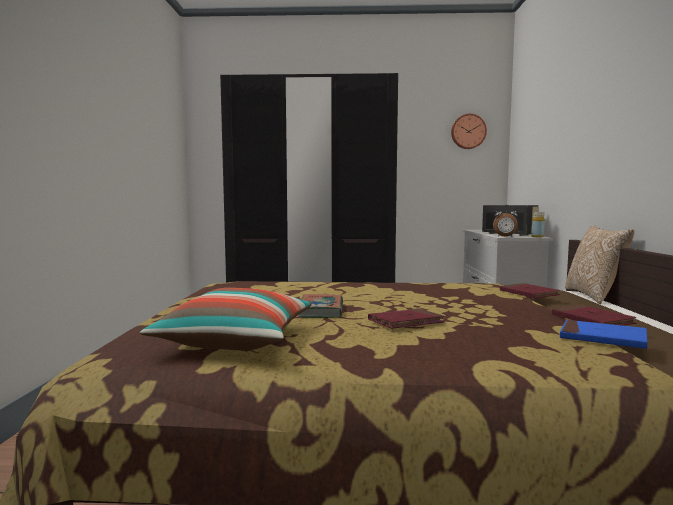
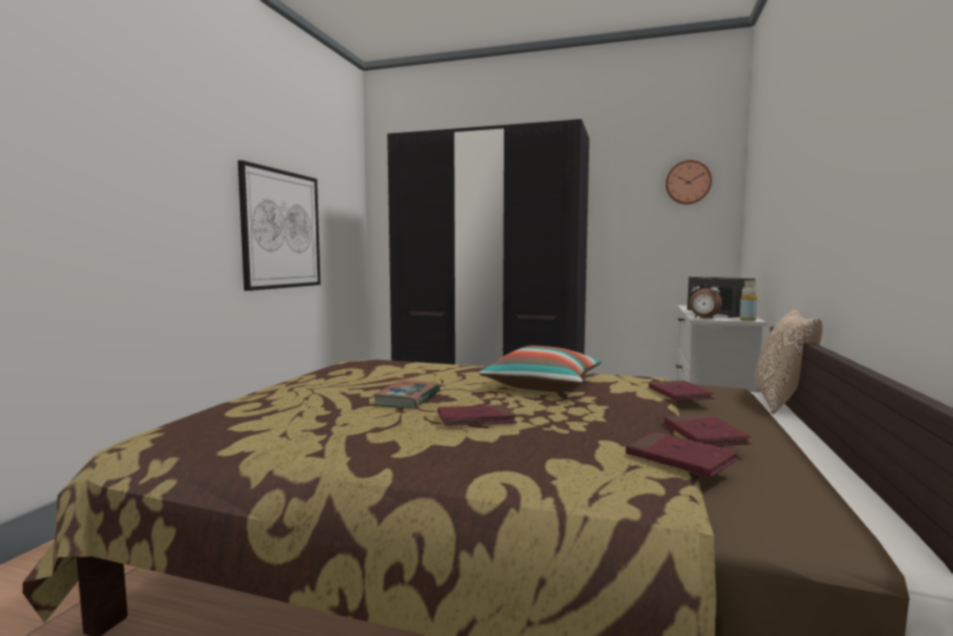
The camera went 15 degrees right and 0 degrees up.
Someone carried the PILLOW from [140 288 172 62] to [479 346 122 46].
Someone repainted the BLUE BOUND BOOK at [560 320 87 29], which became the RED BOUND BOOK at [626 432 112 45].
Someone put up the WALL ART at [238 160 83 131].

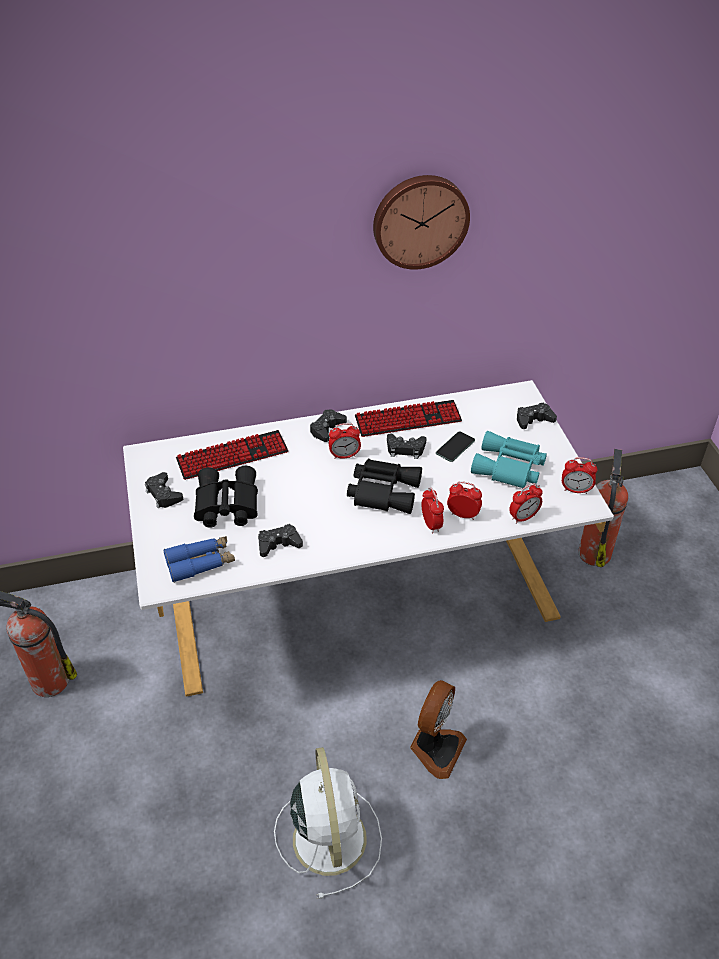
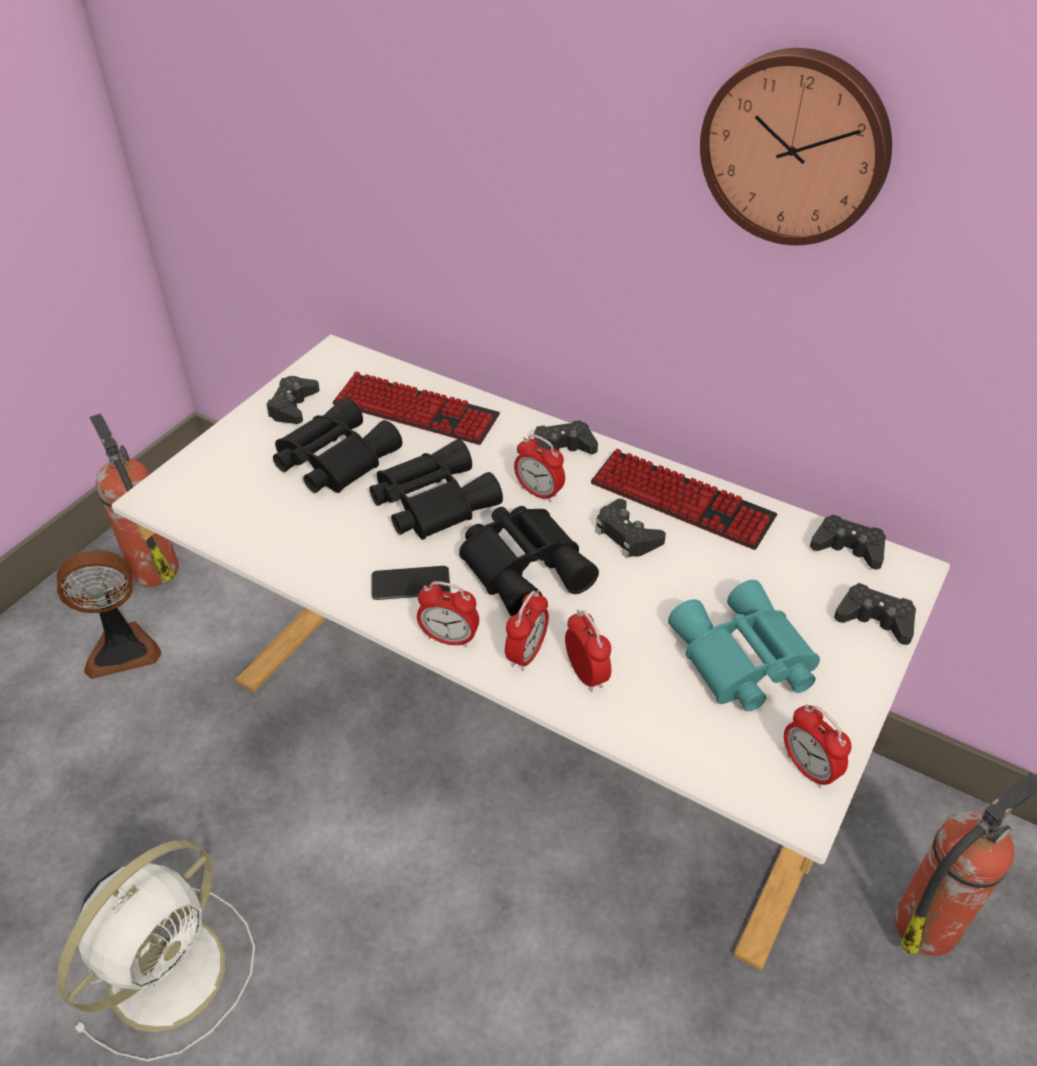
The camera went 45 degrees right and 0 degrees up.
Someone carried the TELEPHONE from [436 431 39 31] to [371 566 79 34].
Someone carried the ALARM CLOCK from [509 483 34 41] to [417 581 62 66].
Someone carried the BLACK GAMEPAD from [258 524 45 33] to [810 514 76 56].
Someone took away the BLUE BINOCULARS at [163 536 72 46].
Someone carried the COOLING FAN from [410 680 57 99] to [57 550 104 129].
Someone put down the BLACK BINOCULARS at [369 439 134 101].

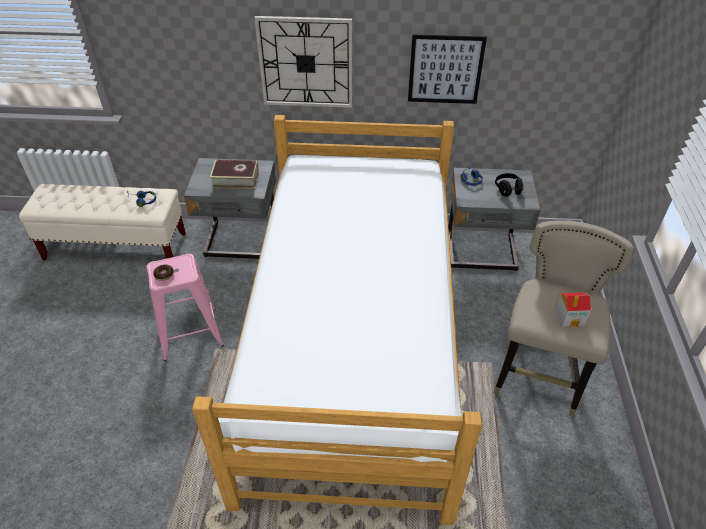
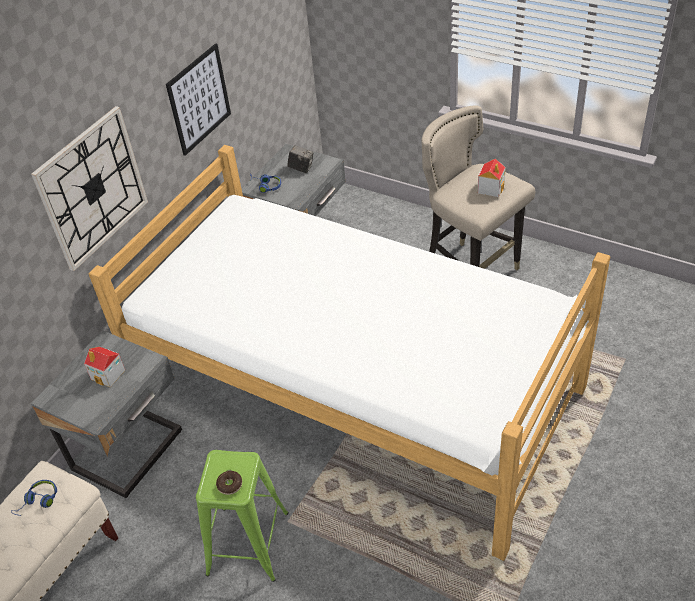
The camera went 60 degrees left and 0 degrees up.
Someone swapped the BOUND BOOK at [210 160 49 29] for the MODEL HOUSE at [84 347 41 40].
Someone swapped the BLACK HEADSET at [495 173 28 24] for the PHOTO CAMERA at [287 145 27 28].
Someone repainted the PINK STOOL SEAT at [147 254 77 107], which became the GREEN STOOL SEAT at [196 450 93 132].

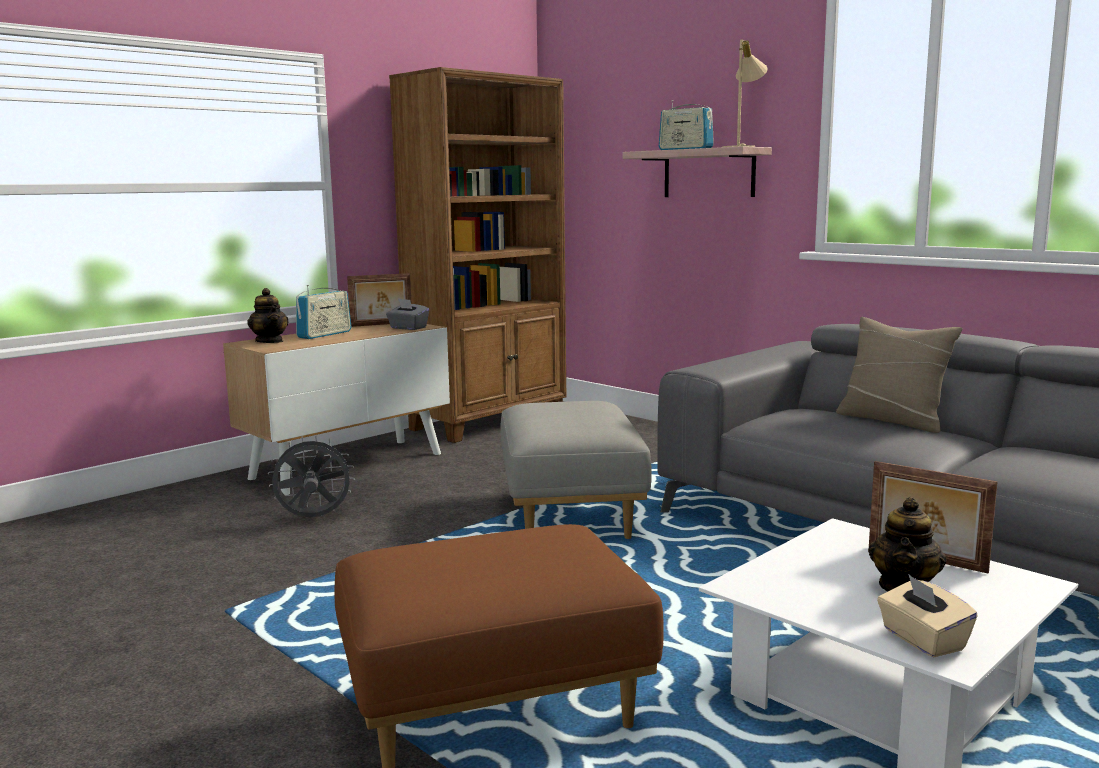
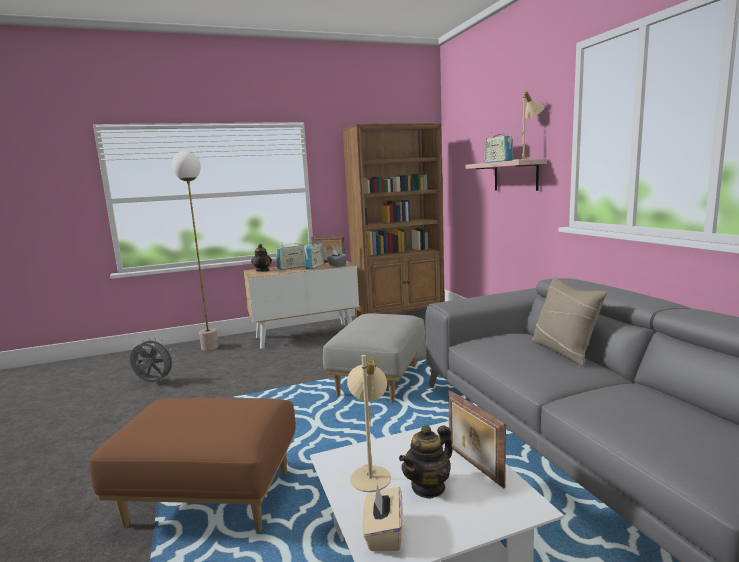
The camera went 25 degrees right and 0 degrees up.
Someone carried the GRAY COOLING FAN from [268 435 87 82] to [130 337 45 45].
Someone put down the STANDARD LAMP at [172 151 47 200].
Someone put down the RADIO SET at [304 243 20 26].
Someone put down the SAND-COLOURED TABLETOP LAMP at [347 355 44 137].

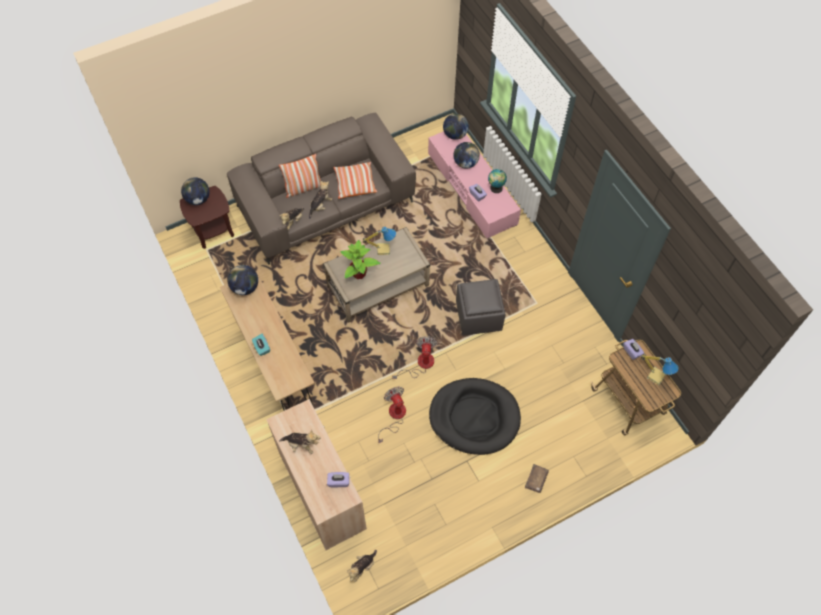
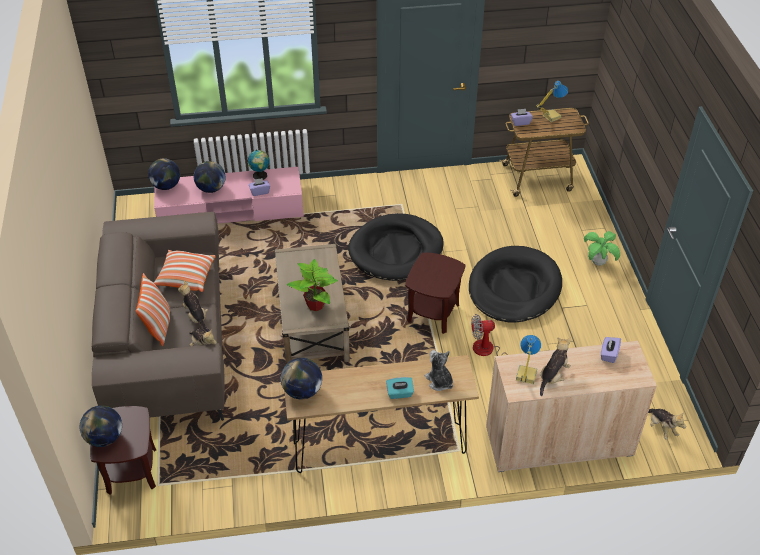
The camera went 70 degrees left and 15 degrees down.
Someone carried the TABLETOP LAMP from [363 227 33 28] to [516 335 25 50].
Someone swapped the GRAY POUFFE at [456 279 49 56] for the BLACK PET BED at [348 213 96 68].
Someone swapped the COOLING FAN at [392 336 45 43] for the BROWNISH END TABLE at [405 253 60 81].
Someone swapped the BROWNISH BOUND BOOK at [525 464 24 29] for the POTTED PLANT at [584 231 36 35].
Someone put down the SOFT TOY at [424 350 29 41].

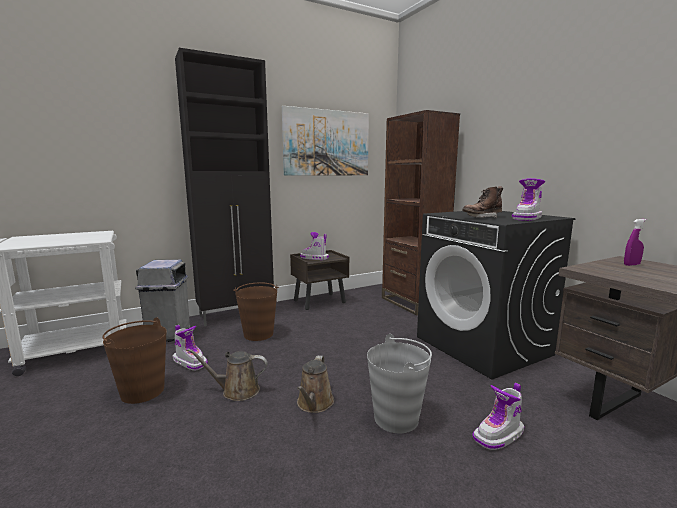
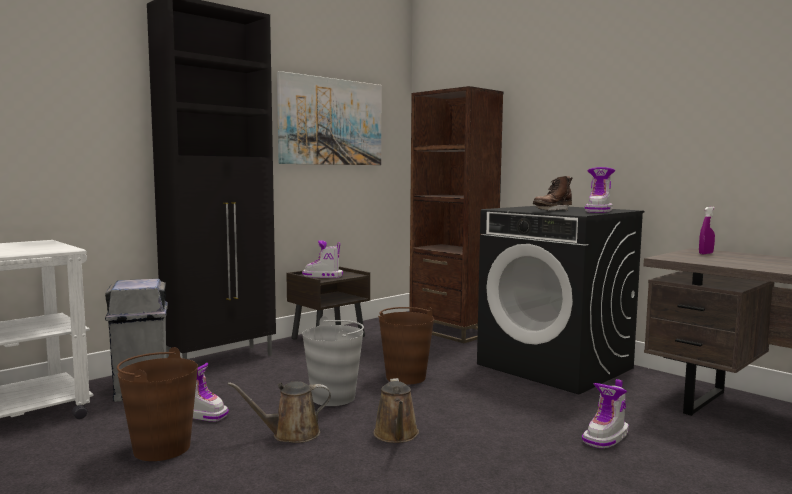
The camera went 15 degrees left and 5 degrees down.
Someone carried the BROWNISH PAIL from [233 283 46 58] to [378 307 56 78].
Someone carried the GRAY PAIL from [367 334 65 99] to [302 316 62 90].

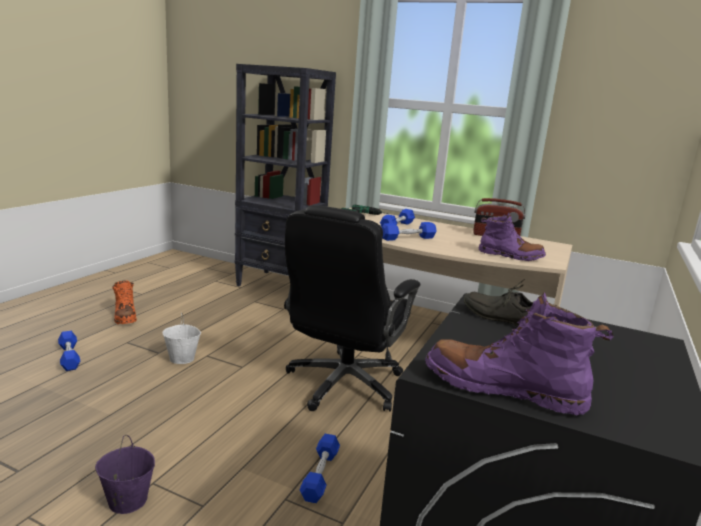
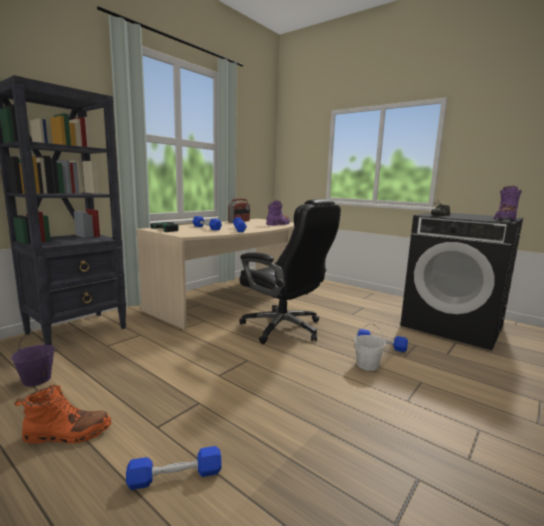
The camera went 75 degrees left and 5 degrees down.
Someone carried the WHITE-COLOURED PAIL from [162 312 39 52] to [354 324 32 47].
Someone carried the PURPLE PAIL from [95 435 60 79] to [11 333 44 53].

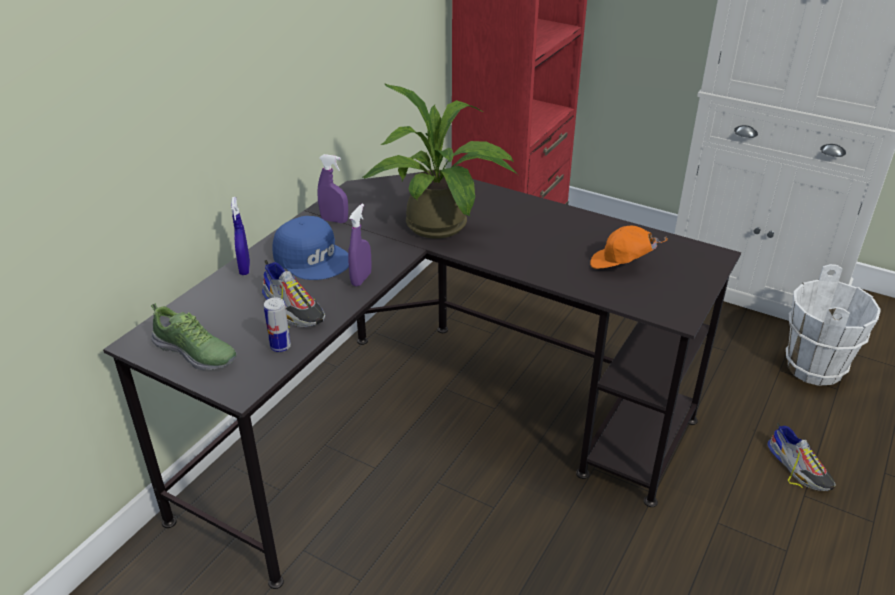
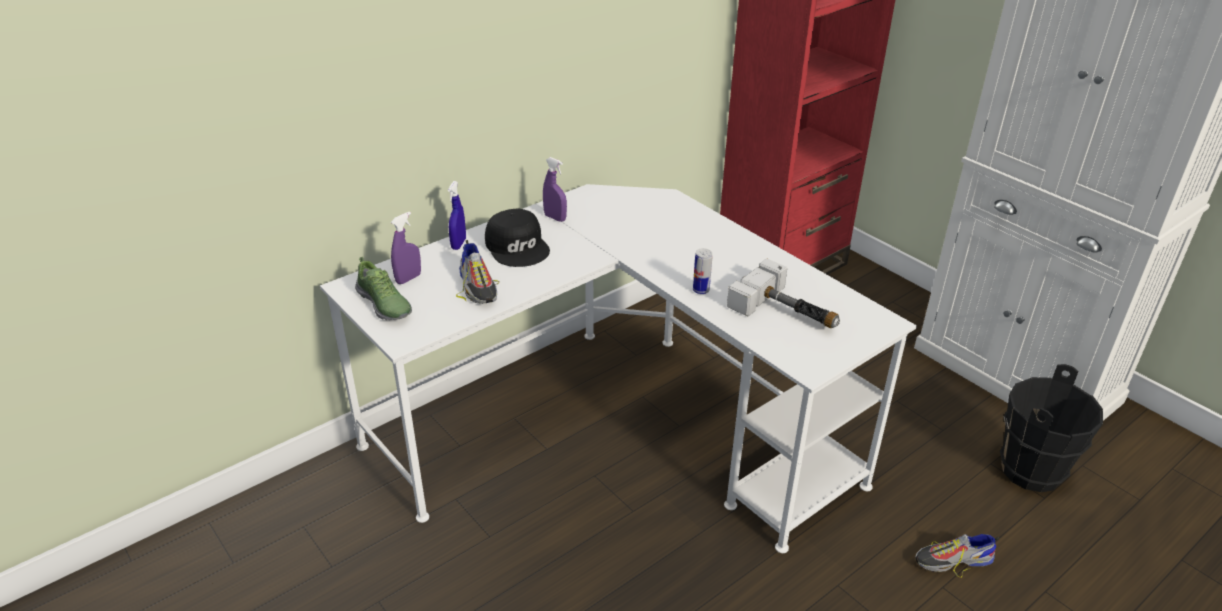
The camera went 20 degrees right and 0 degrees up.
Someone took away the POTTED PLANT at [363 83 155 156].
Someone repainted the BLACK DESK at [103 172 638 417], which became the WHITE-COLOURED DESK at [320 184 597 369].
Someone carried the PURPLE HAND SPRAYER from [348 204 24 83] to [391 211 30 73].
Someone repainted the BLUE PEAKED CAP at [272 216 77 64], which became the BLACK PEAKED CAP at [485 209 65 58].
Someone swapped the ORANGE PEAKED CAP at [590 226 78 43] for the HAMMER at [727 258 113 70].
Someone repainted the WHITE-COLOURED PAIL at [786 264 95 122], which became the BLACK PAIL at [1000 364 103 128].
Someone carried the SEALED CAN from [264 298 27 54] to [693 248 20 46].
Someone rotated the SHOE at [768 423 67 68] by 90 degrees clockwise.

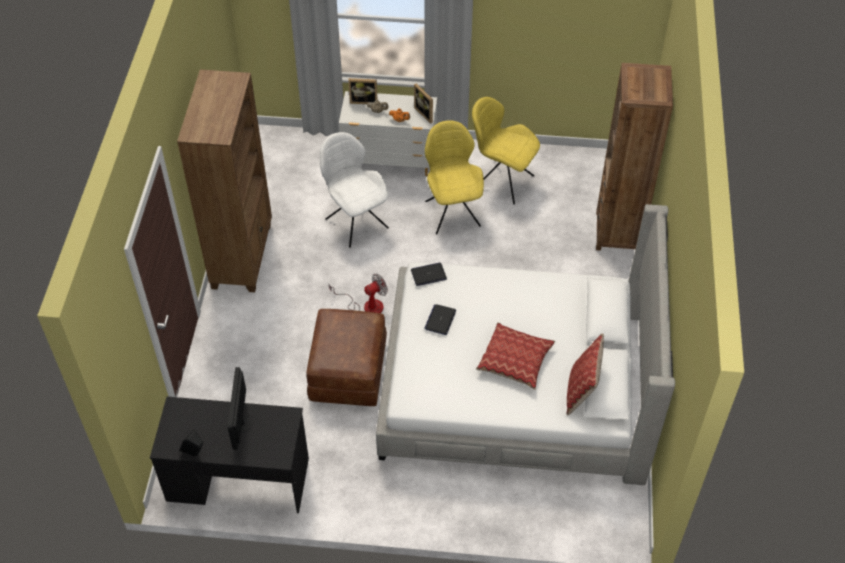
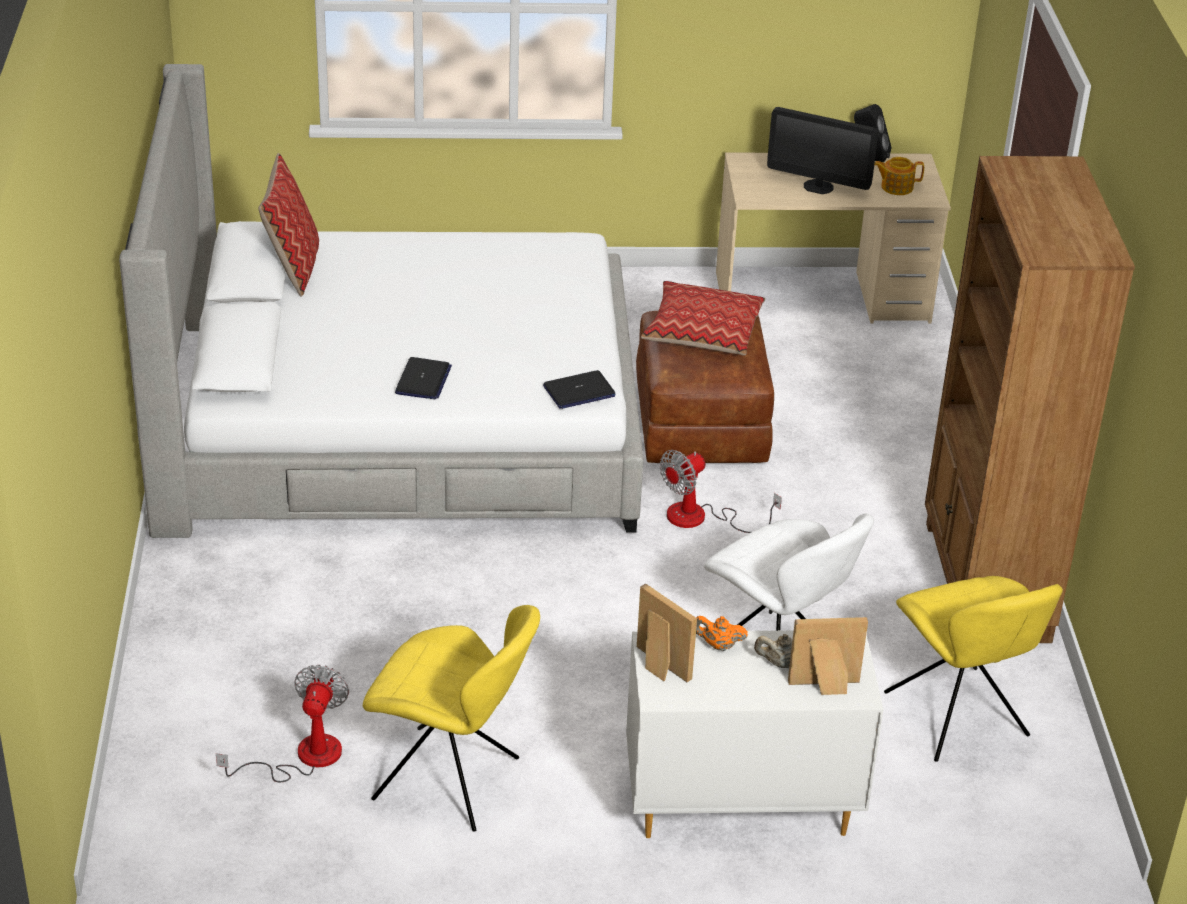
The camera went 170 degrees right and 15 degrees down.
Someone took away the BROWNISH BOOKSHELF at [596 63 77 188].
Someone carried the YELLOW UPRIGHT CHAIR from [425 120 59 114] to [884 576 179 186].
Someone carried the NOTEBOOK COMPUTER from [424 304 32 31] to [395 357 57 43].
Someone carried the PILLOW from [476 323 79 67] to [641 281 124 75].
Someone rotated the COMPUTER DISPLAY at [228 367 23 83] by 120 degrees clockwise.
Someone repainted the BLACK DESK at [150 397 159 116], which became the SAND-COLOURED DESK at [716 152 235 171].
Someone put down the POT FOR TEA at [874 157 50 38].
Someone put down the COOLING FAN at [216 665 133 117].

